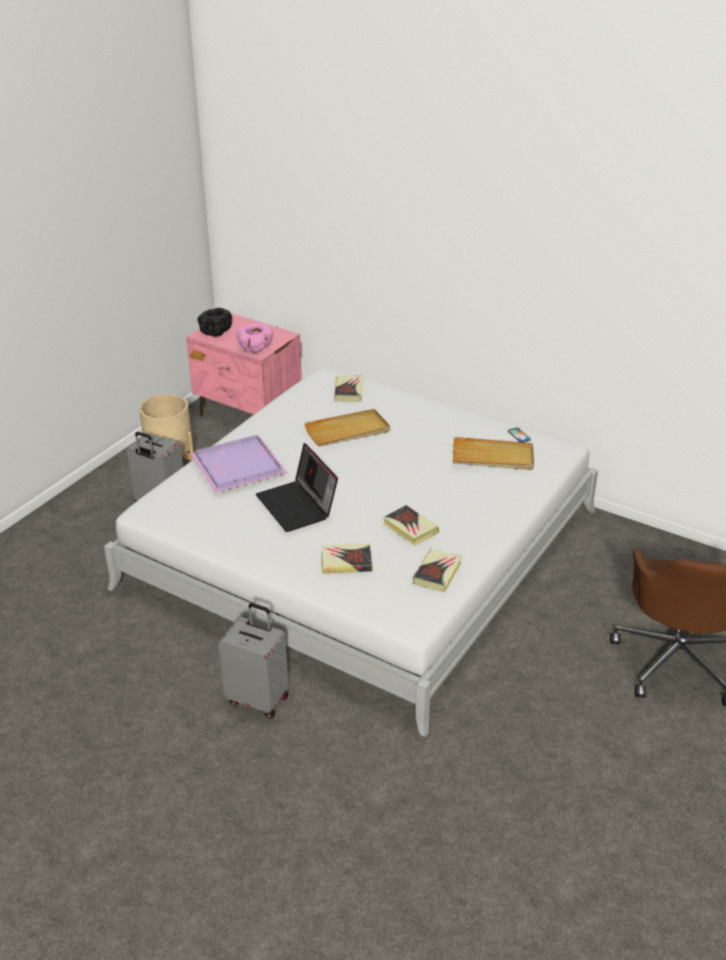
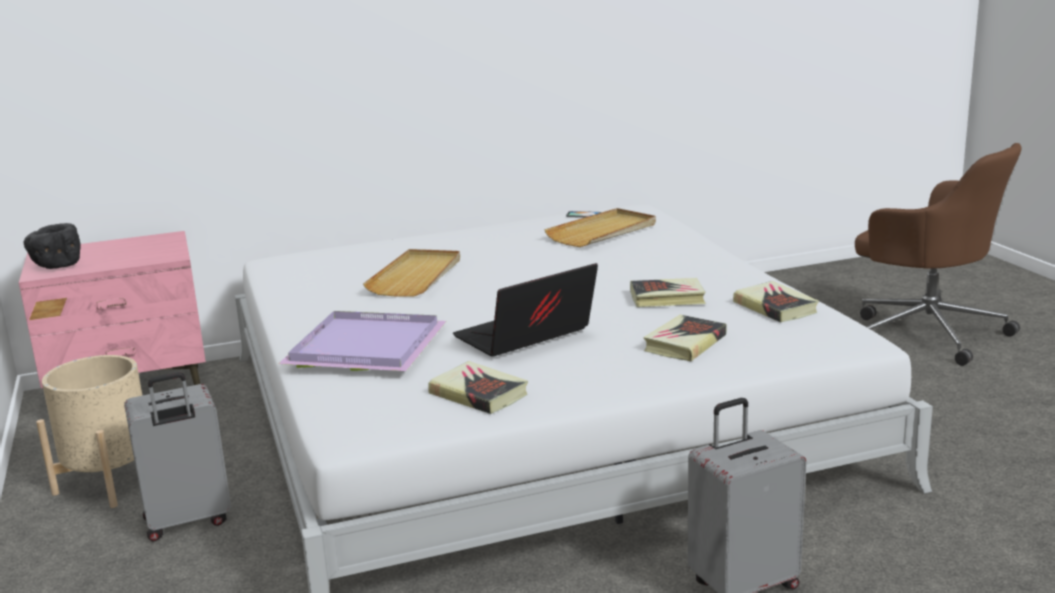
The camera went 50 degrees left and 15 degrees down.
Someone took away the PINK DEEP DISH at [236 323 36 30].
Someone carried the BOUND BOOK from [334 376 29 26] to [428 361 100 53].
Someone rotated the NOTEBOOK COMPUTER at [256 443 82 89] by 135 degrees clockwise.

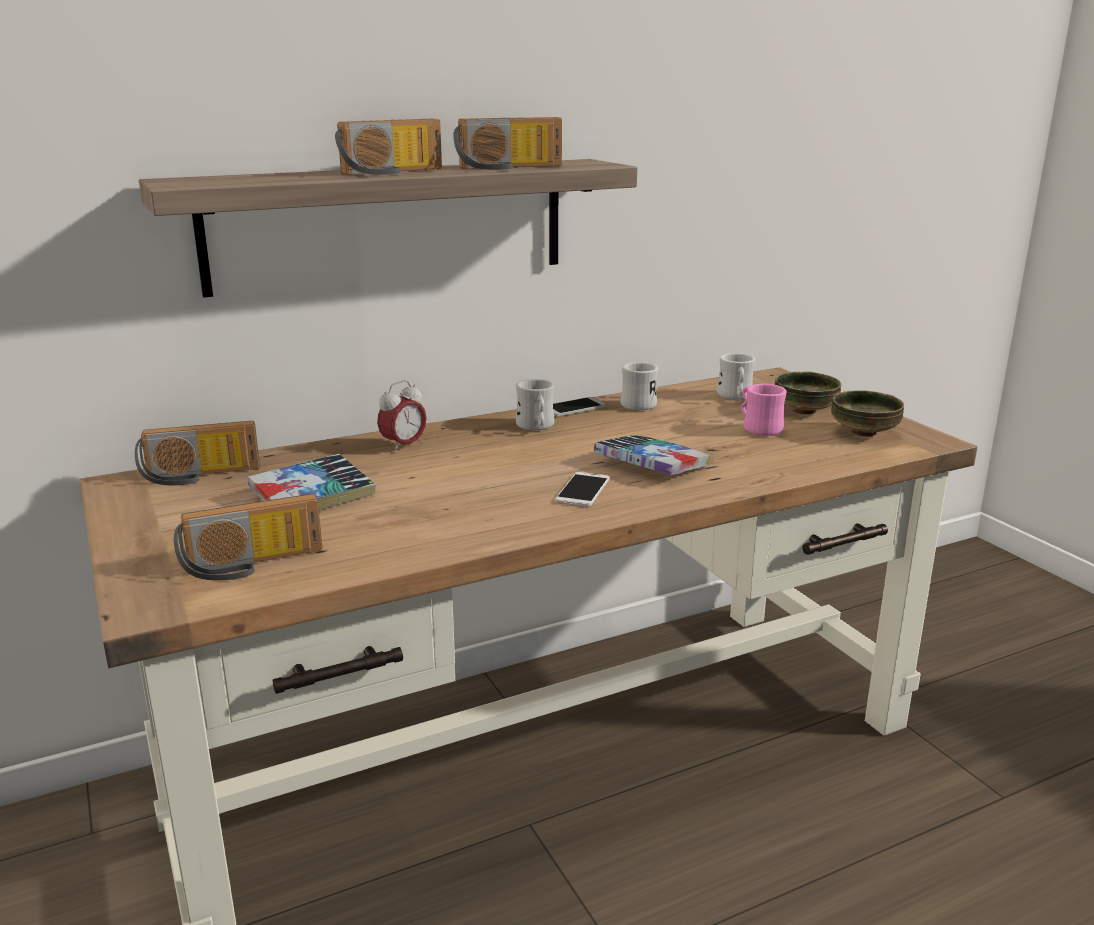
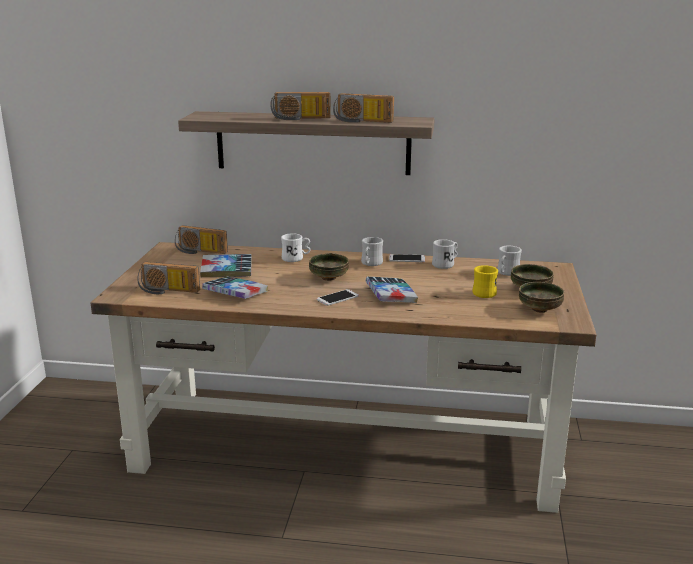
The camera went 35 degrees right and 0 degrees up.
Someone swapped the ALARM CLOCK at [377 380 50 73] for the WHITE-COLOURED COFFEE MUG at [281 233 30 29].
Someone repainted the PINK COFFEE MUG at [741 384 46 52], which became the YELLOW COFFEE MUG at [472 265 26 33].
Someone put down the DEEP DISH at [309 253 40 28].
Someone put down the BOUND BOOK at [202 277 66 22].

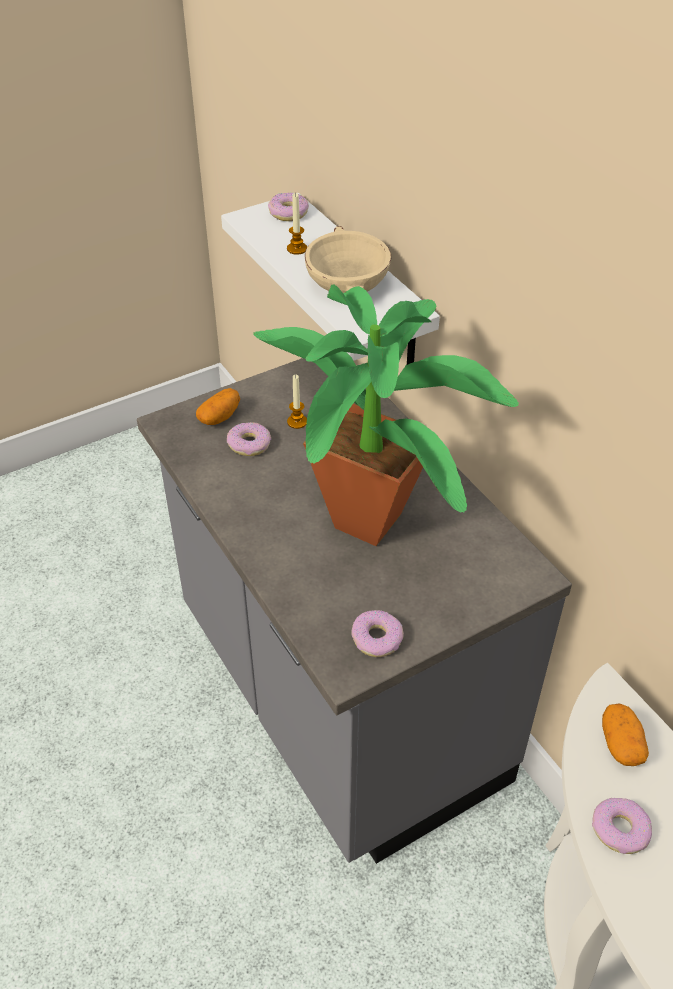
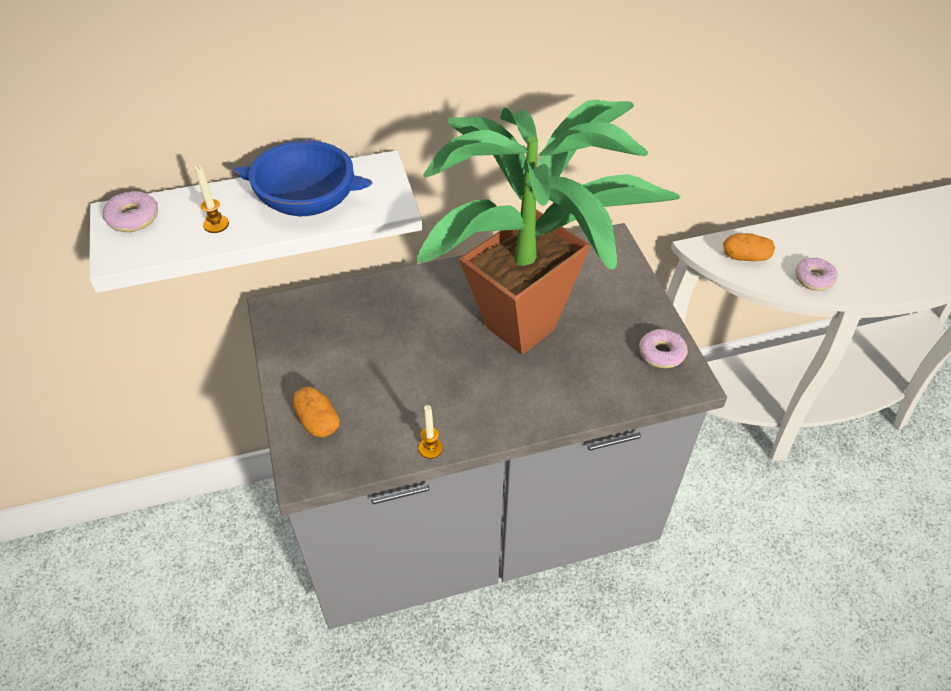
The camera went 75 degrees left and 5 degrees up.
Someone repainted the SAND-COLOURED DEEP DISH at [305 226 86 67], which became the BLUE DEEP DISH at [232 140 140 77].
Someone carried the CANDLE from [287 374 20 55] to [419 405 24 54].
Someone took away the RING DOUGHNUT at [227 422 44 34].

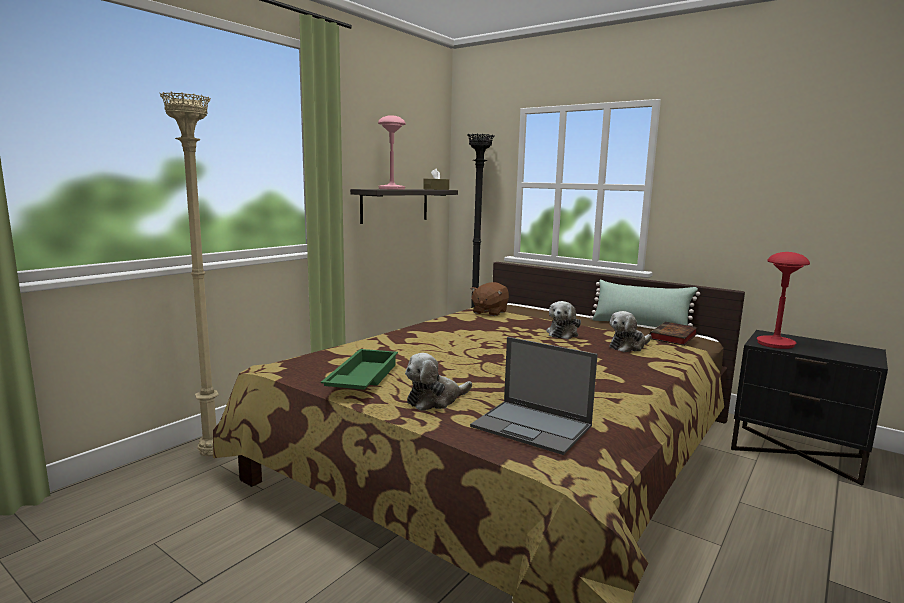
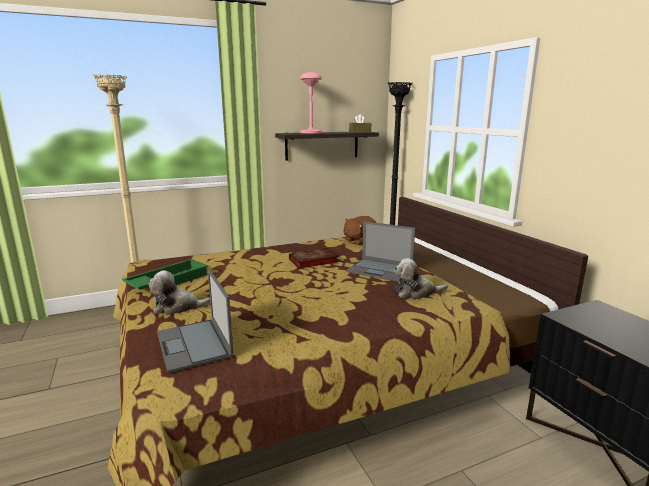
The camera went 30 degrees right and 5 degrees up.
Someone took away the RED TABLETOP LAMP at [757 252 53 97].
Someone took away the GREEN PILLOW at [589 280 111 47].
Someone swapped the SOFT TOY at [546 301 35 38] for the NOTEBOOK COMPUTER at [346 221 69 61].
Someone carried the BOUND BOOK from [650 322 48 24] to [289 248 50 21].

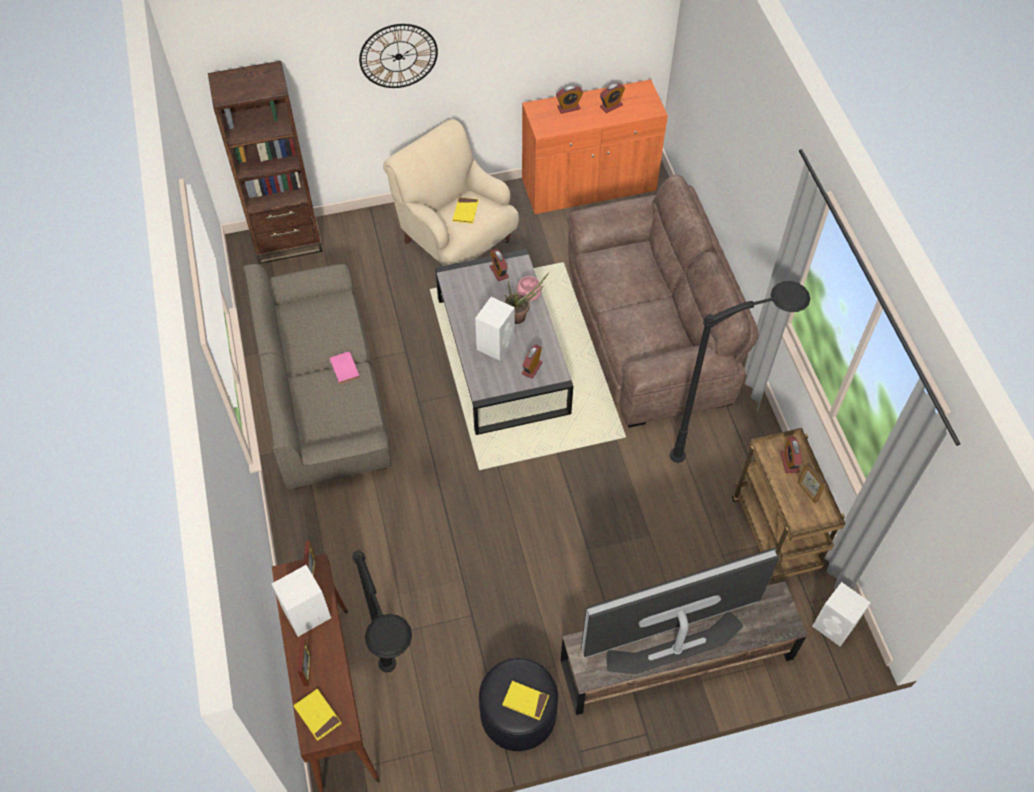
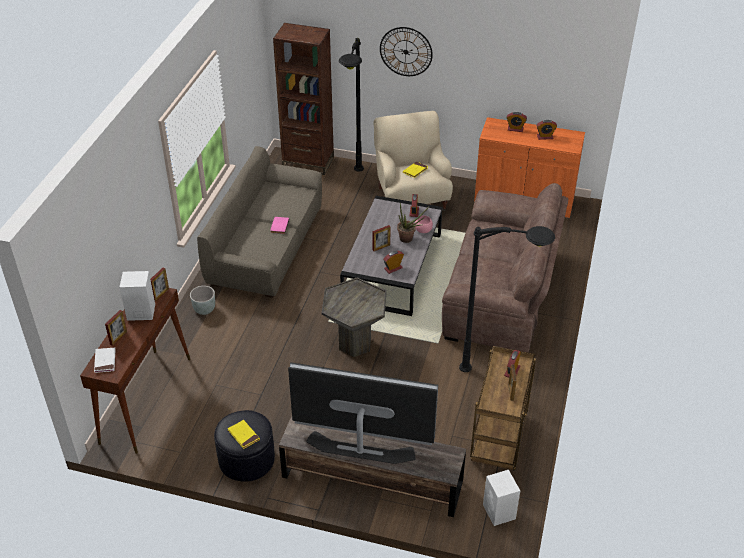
The camera went 30 degrees right and 15 degrees down.
Someone swapped the WHITE-COLOURED LOUDSPEAKER at [475 297 40 64] for the PHOTO FRAME at [373 225 18 26].
Someone carried the BLACK STANDARD LAMP from [352 550 60 122] to [339 38 25 134].
Someone repainted the YELLOW BOUND BOOK at [294 689 48 52], which became the WHITE-COLOURED BOUND BOOK at [94 348 22 25].
Someone put down the GRAY END TABLE at [322 278 65 79].
Someone put down the GRAY PLANTER at [190 286 25 29].

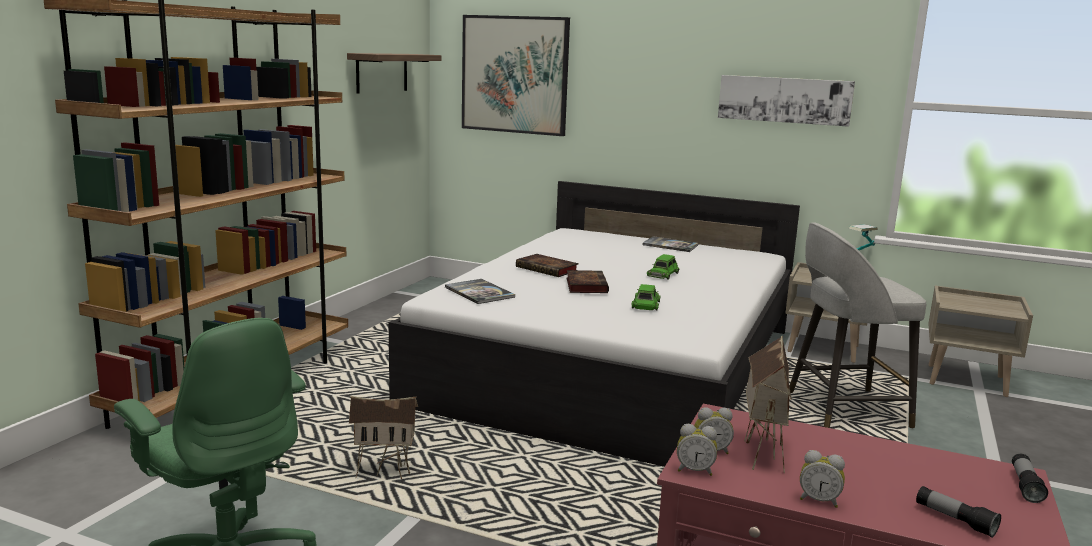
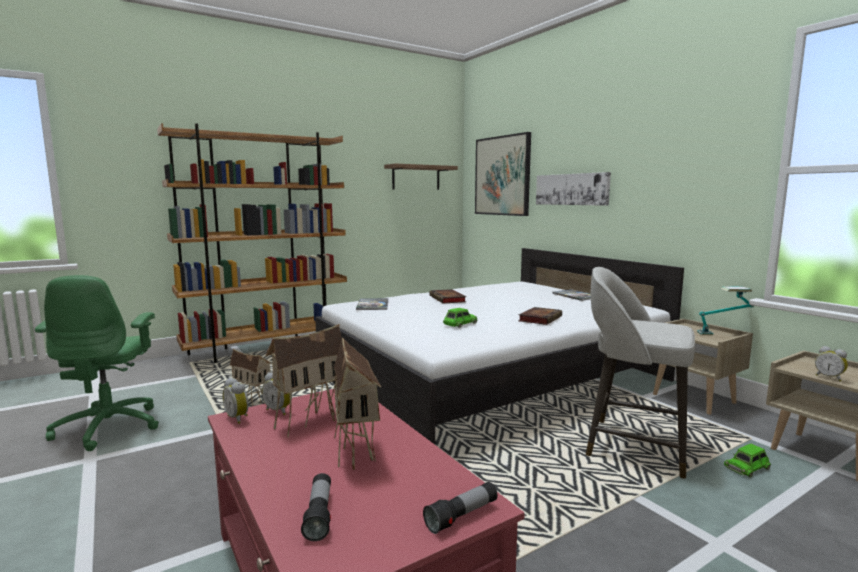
The camera went 35 degrees right and 5 degrees down.
Someone carried the WALL ART from [718 75 137 52] to [536 172 75 34].
Someone carried the GREEN MINIATURE CAR from [647 254 32 26] to [724 444 47 34].
Someone carried the BOUND BOOK from [566 270 43 23] to [518 307 44 18].
Someone carried the ALARM CLOCK from [800 450 45 58] to [815 346 33 35].
Someone put down the MODEL HOUSE at [334 337 47 133].

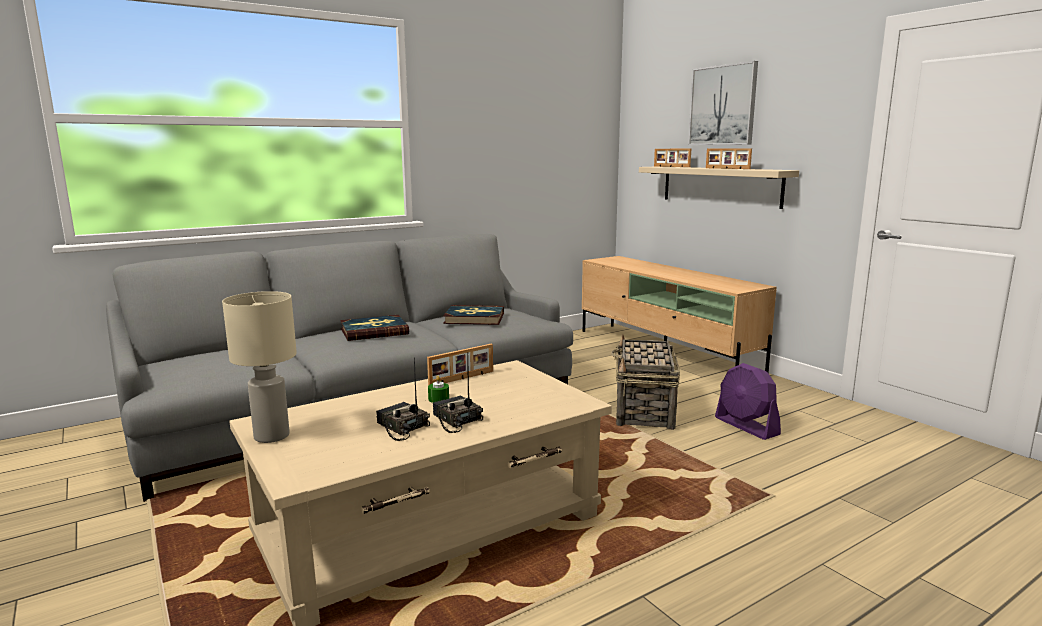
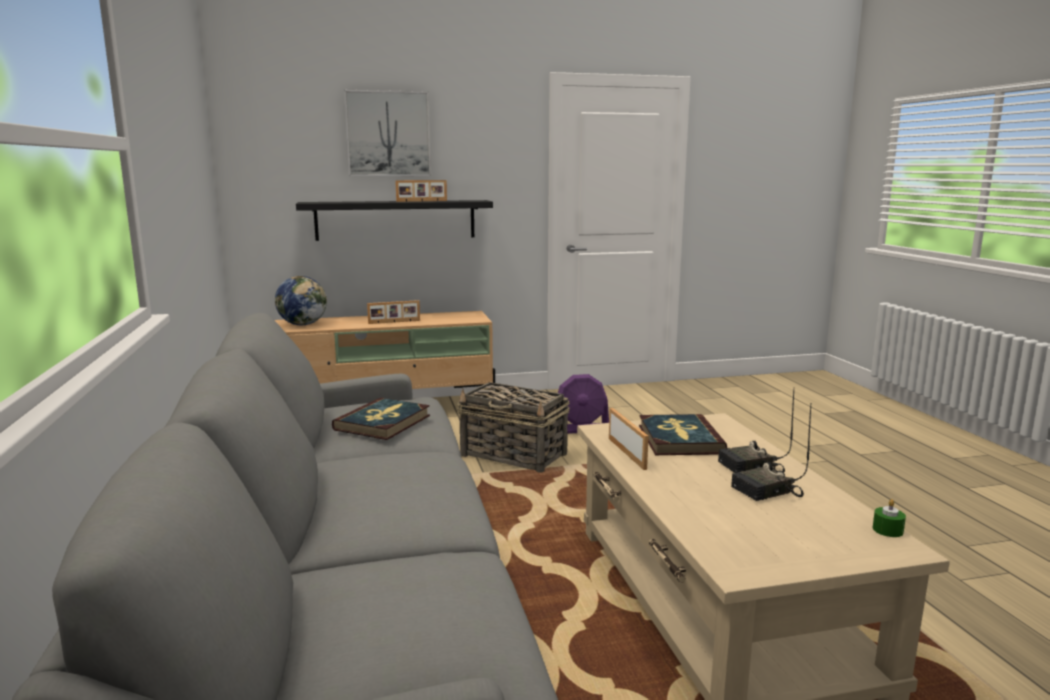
The camera went 70 degrees left and 0 degrees up.
Someone carried the PHOTO FRAME from [654 149 37 18] to [367 300 53 24].
Someone repainted the SAND-COLOURED SHELF at [639 167 160 42], which became the BLACK SHELF at [296 200 197 41].
Someone took away the SAND-COLOURED TABLETOP LAMP at [222 291 75 152].
Someone carried the BOUND BOOK from [340 315 69 26] to [639 414 88 41].
Someone carried the GREEN CANDLE from [428 376 21 27] to [873 499 33 38].
Someone put down the GLOBE at [275 276 52 49].

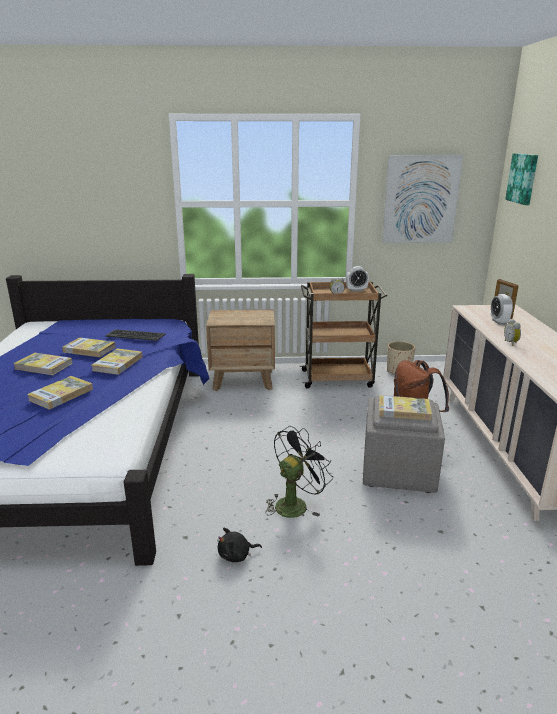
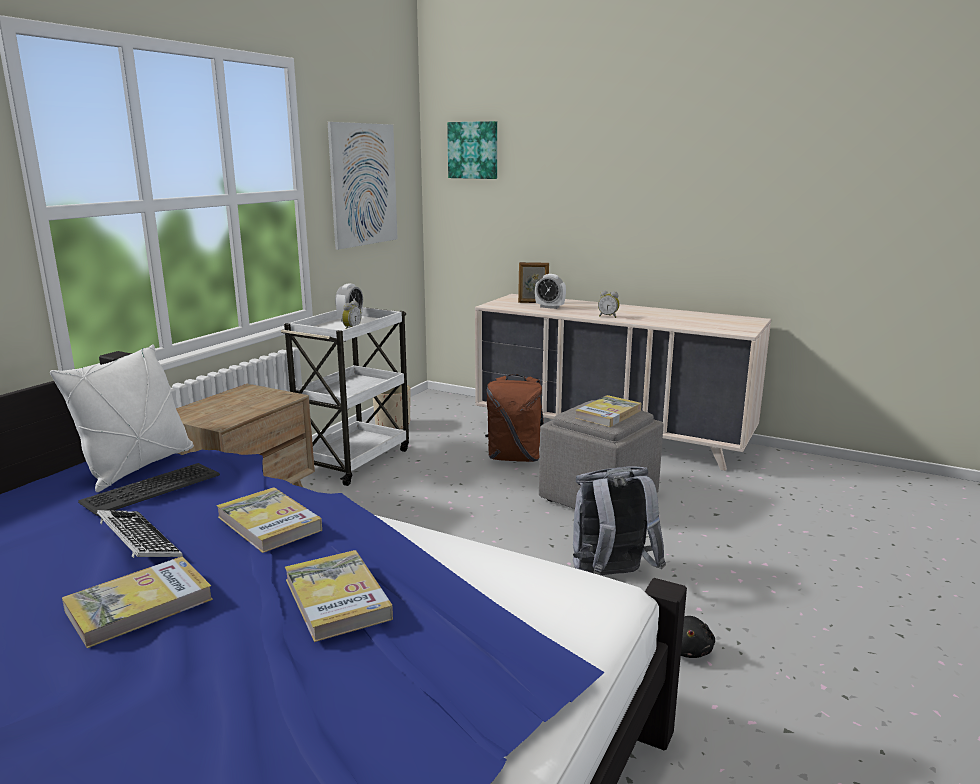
The camera went 60 degrees left and 5 degrees down.
Someone repainted the BROWNISH CART at [300 281 87 108], which became the WHITE-COLOURED CART at [281 307 128 179].
Someone swapped the BOUND BOOK at [62 337 54 20] for the PC KEYBOARD at [97 510 86 48].
Someone swapped the BLACK COOLING FAN at [265 426 68 92] for the GRAY BACKPACK at [573 466 93 109].
Someone put down the WHITE-COLOURED PILLOW at [50 344 144 148].

